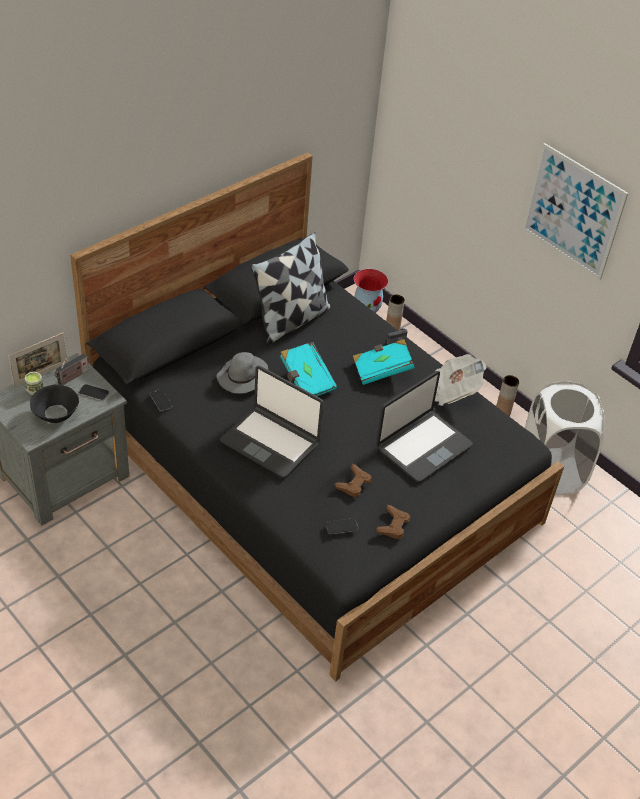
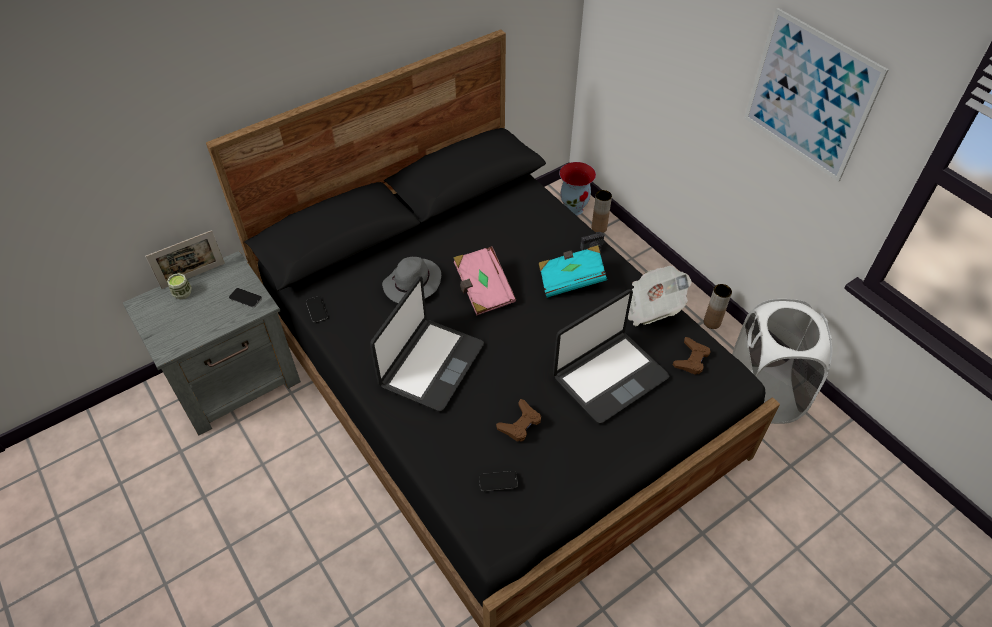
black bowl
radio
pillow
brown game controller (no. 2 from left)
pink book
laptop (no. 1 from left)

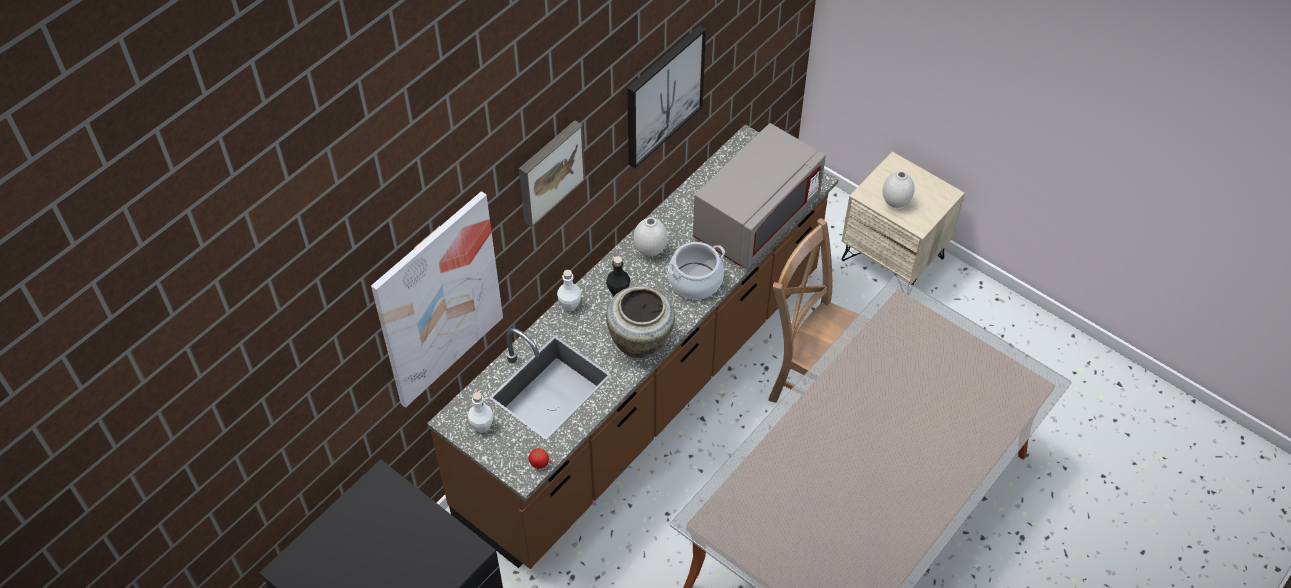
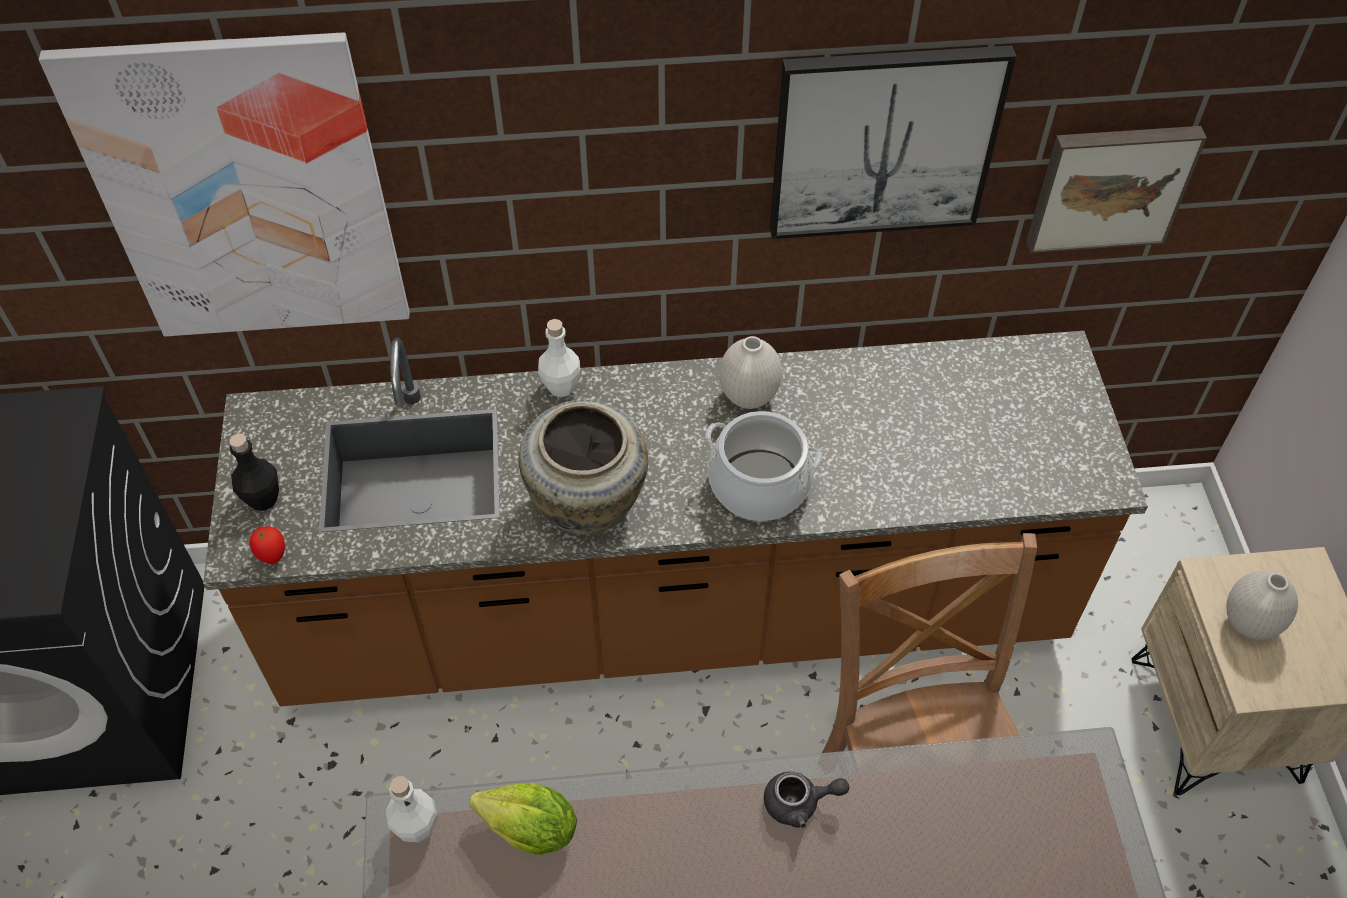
grey microwave
lettuce
grey teapot
white bottle (no. 1 from left)
picture (no. 3 from left)
black bottle

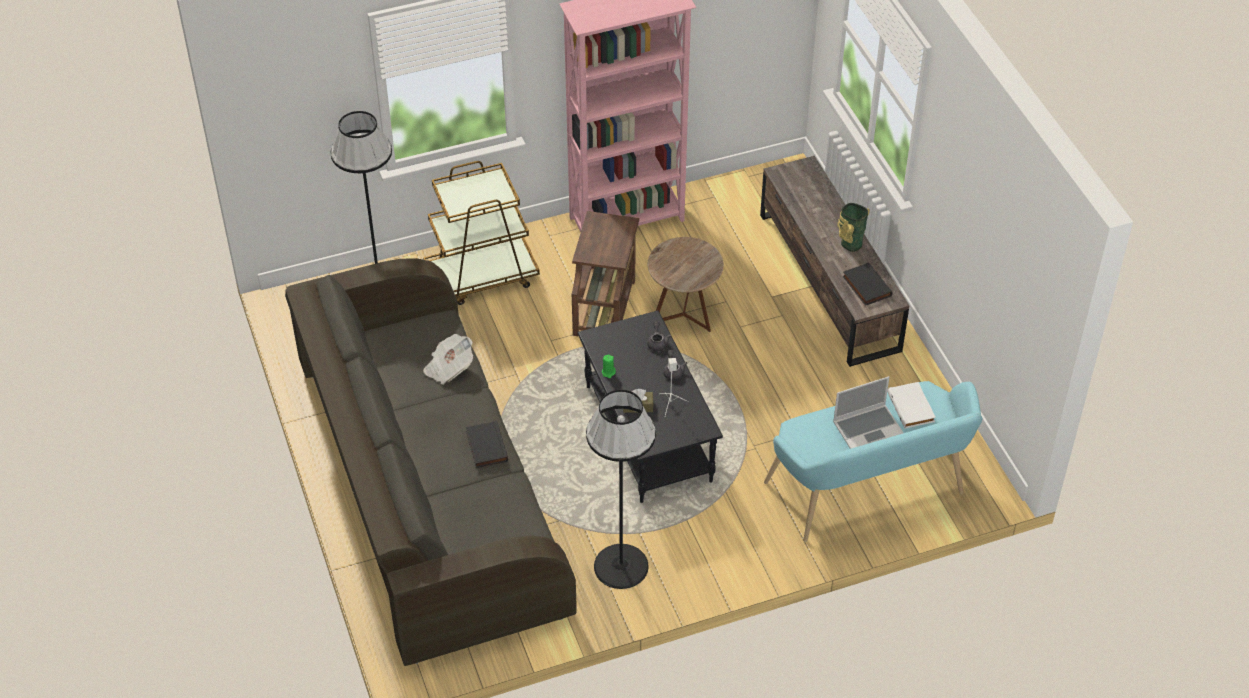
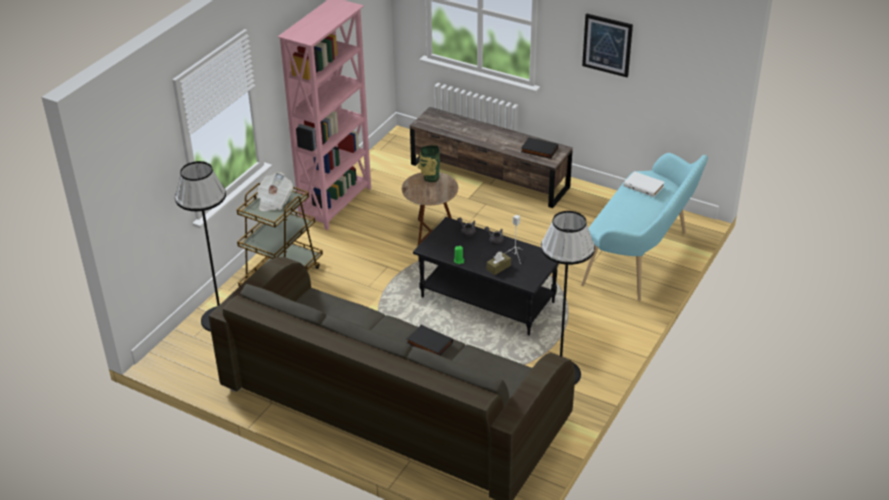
brown side table (no. 1 from left in the first image)
laptop
picture
newspaper
vase

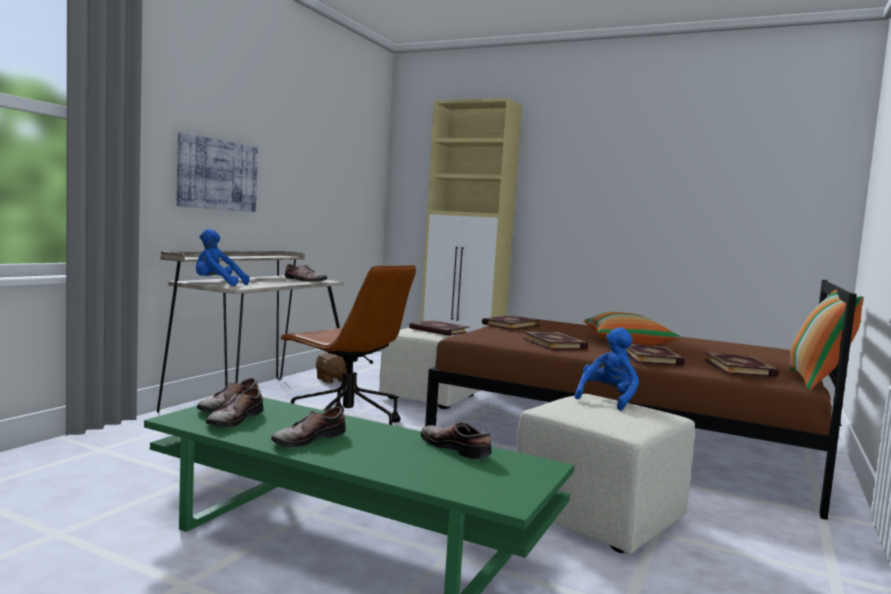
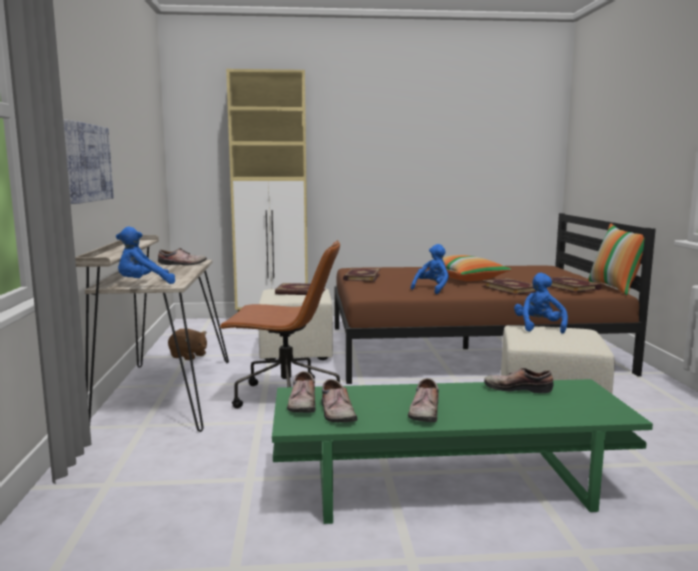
blue plush toy (no. 2 from left)

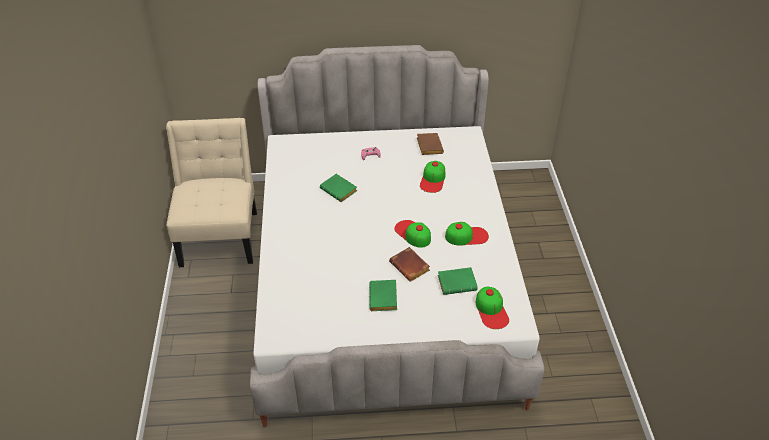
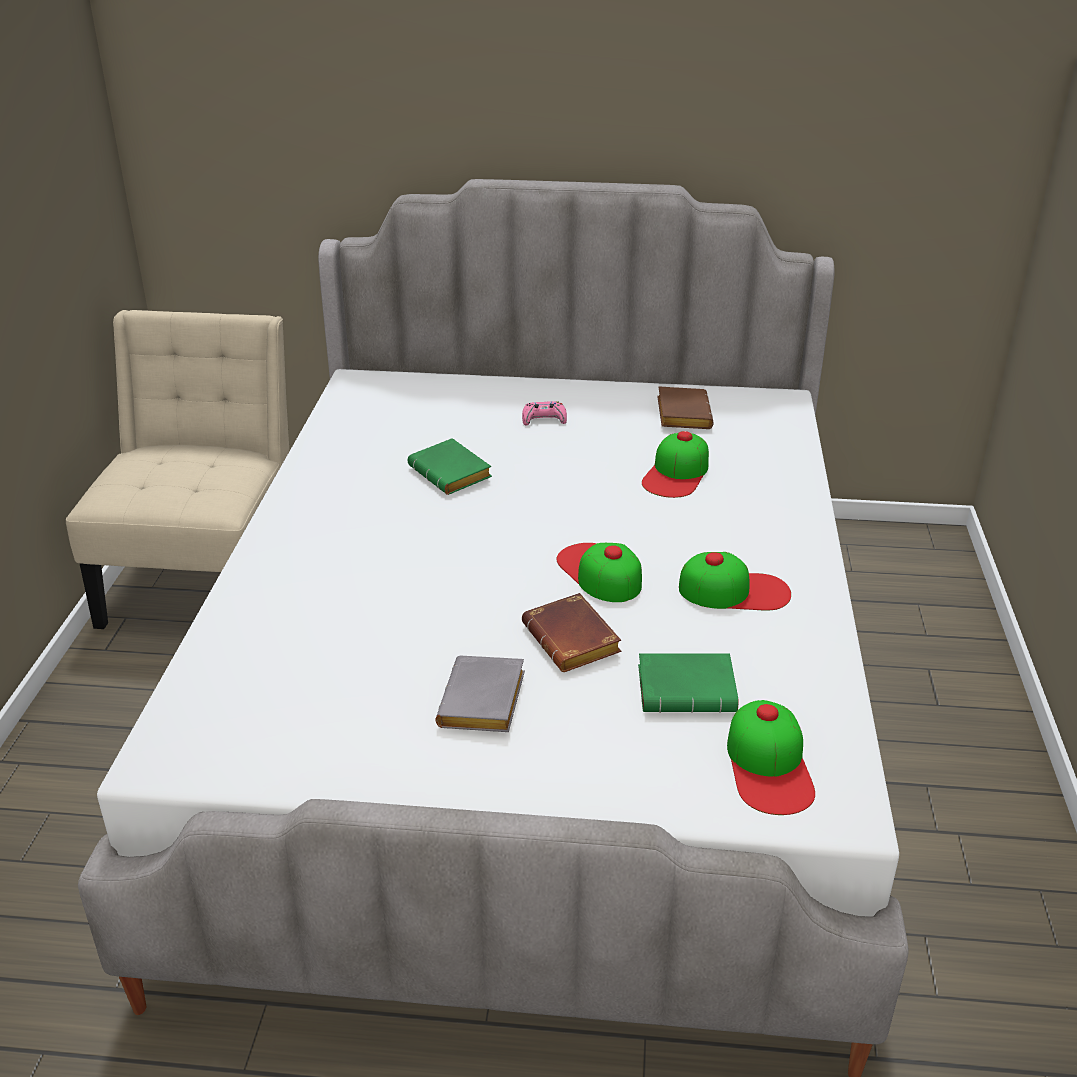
grey book

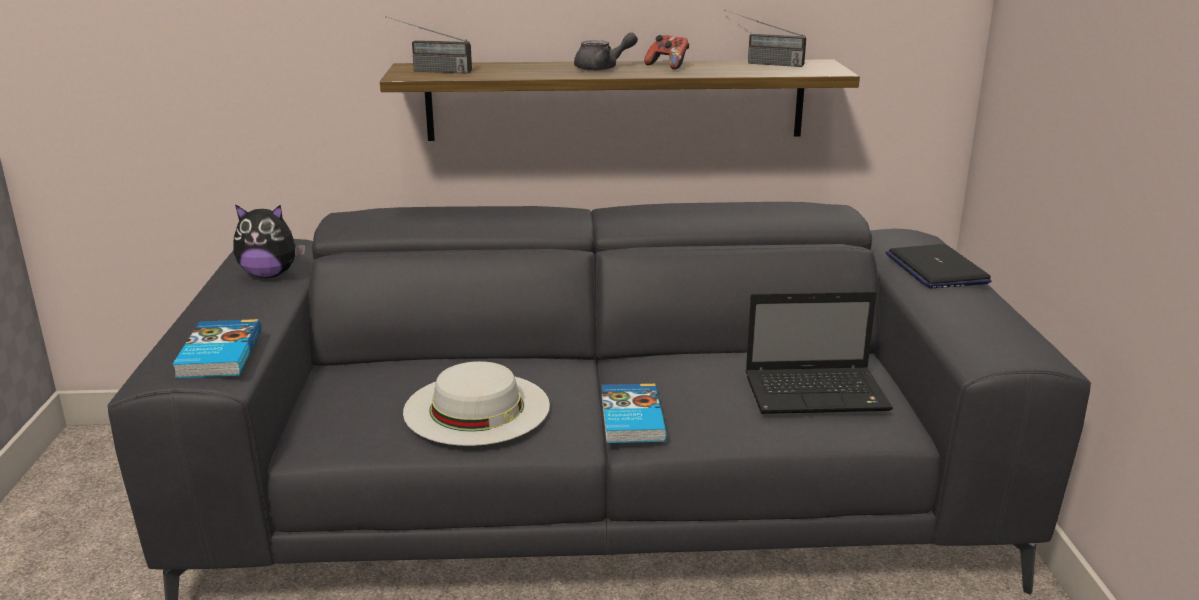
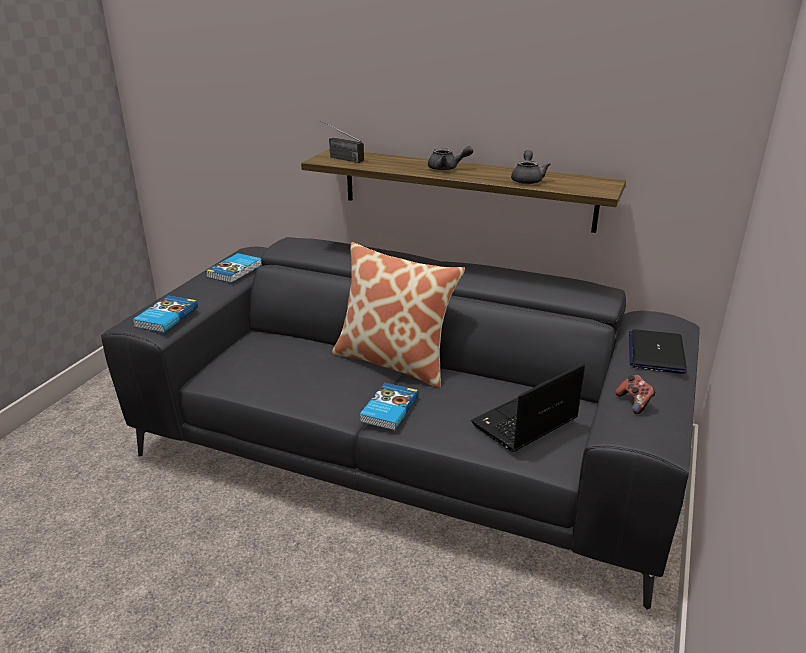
white hat
radio (no. 2 from left in the first image)
pillow
grey teapot (no. 2 from left)
game controller
book (no. 2 from left)
laptop (no. 1 from left)

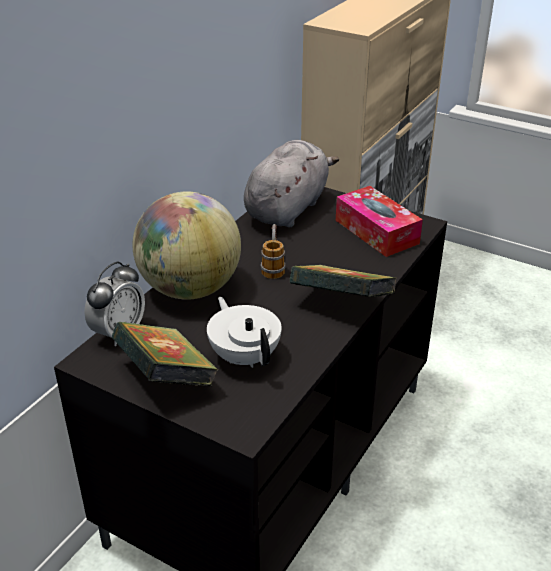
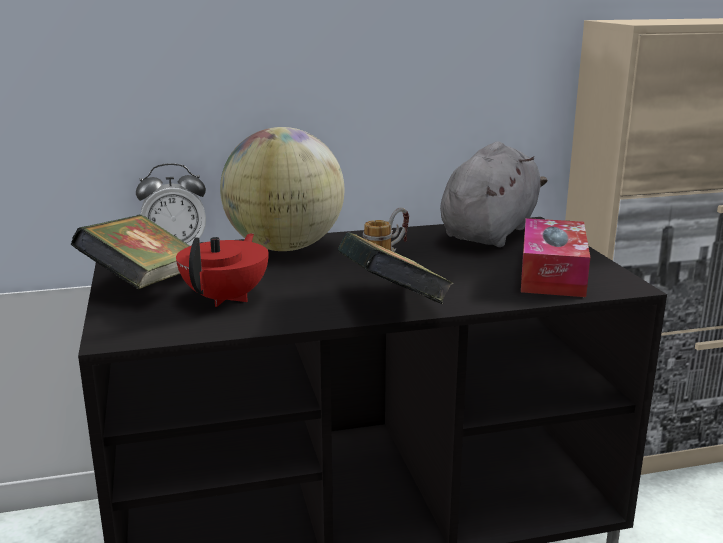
red teapot
grey plush toy

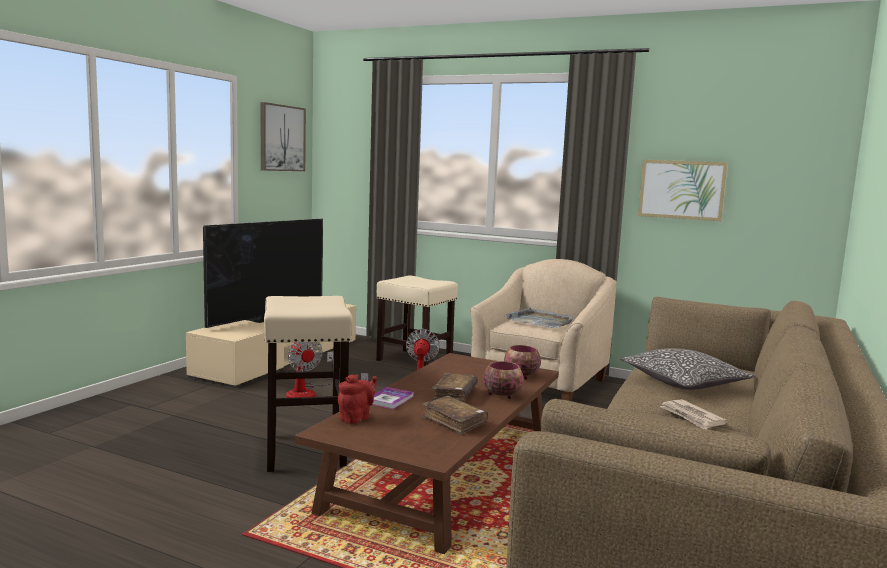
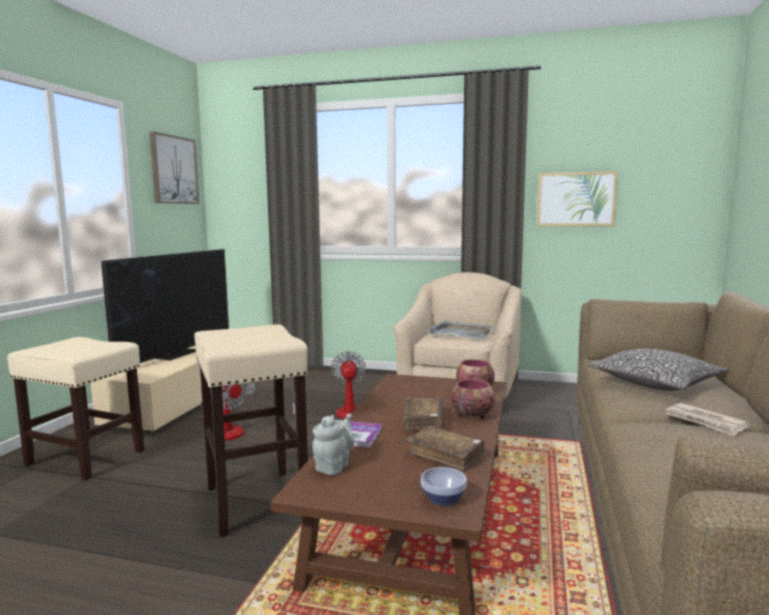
bowl (no. 1 from left)
beige stool (no. 1 from left)
grey teapot

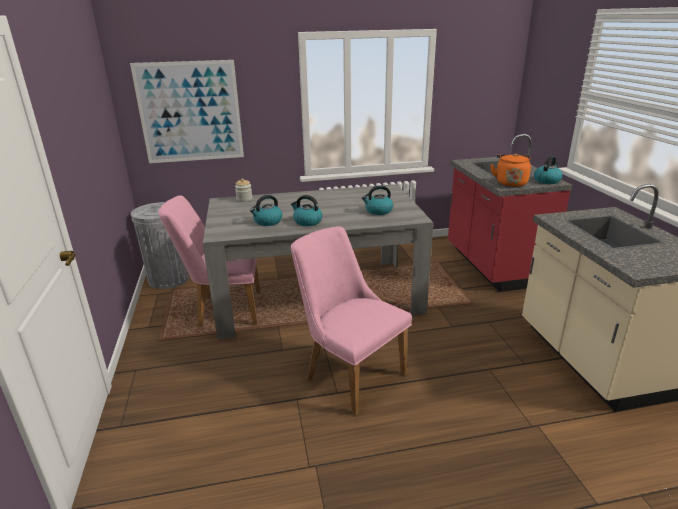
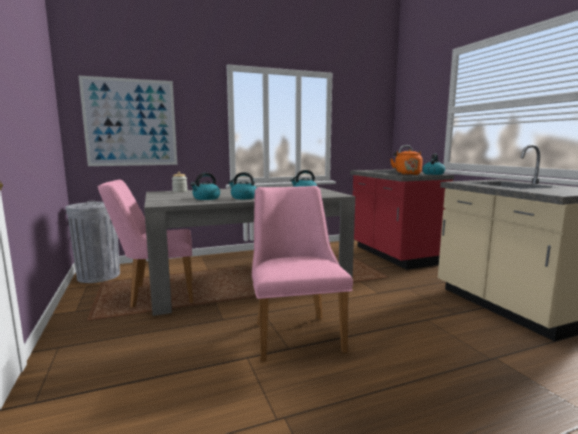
pink chair (no. 2 from left)

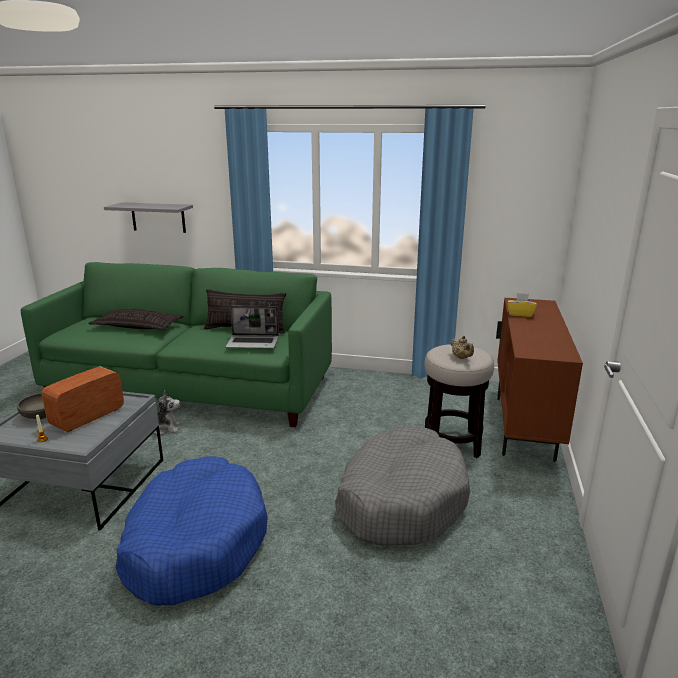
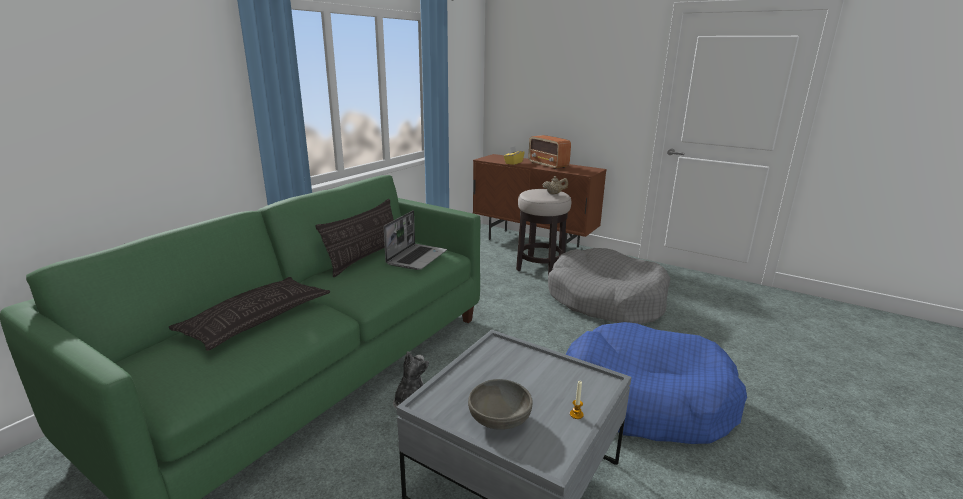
grey shelf
radio

